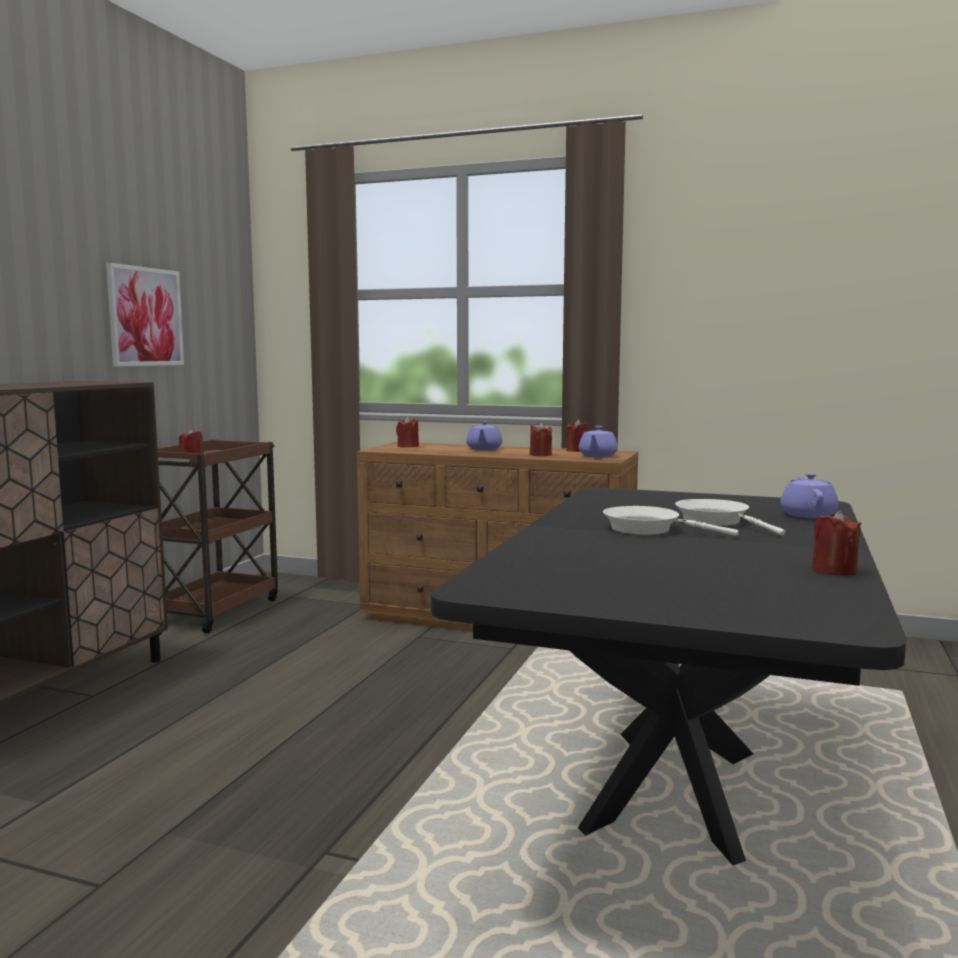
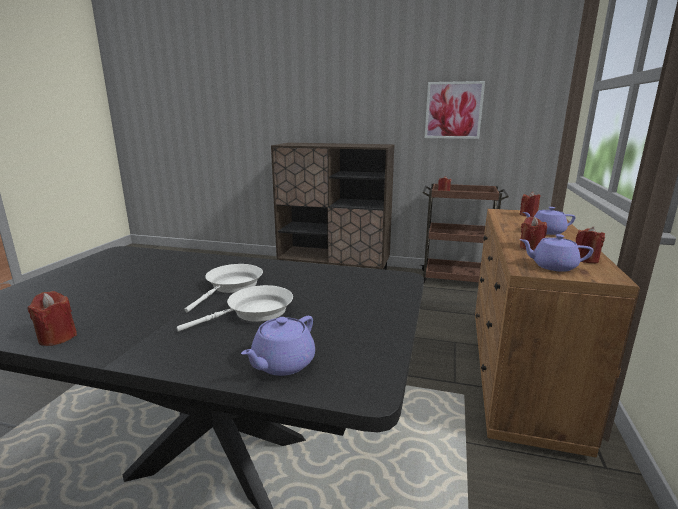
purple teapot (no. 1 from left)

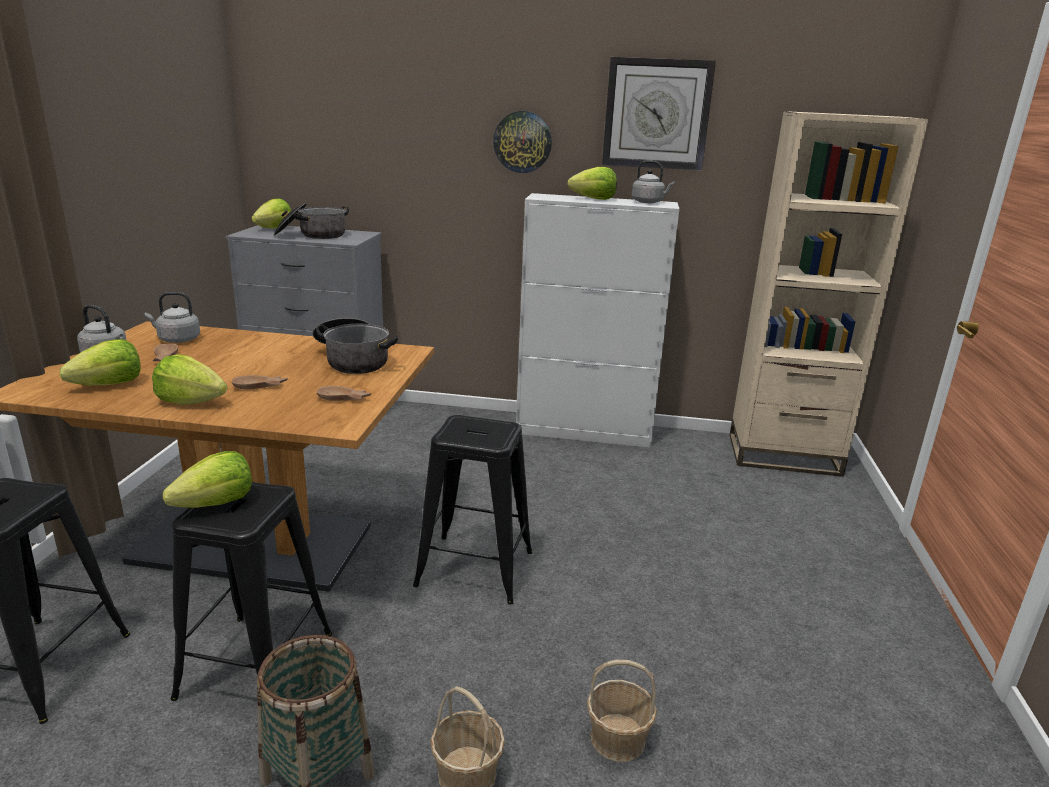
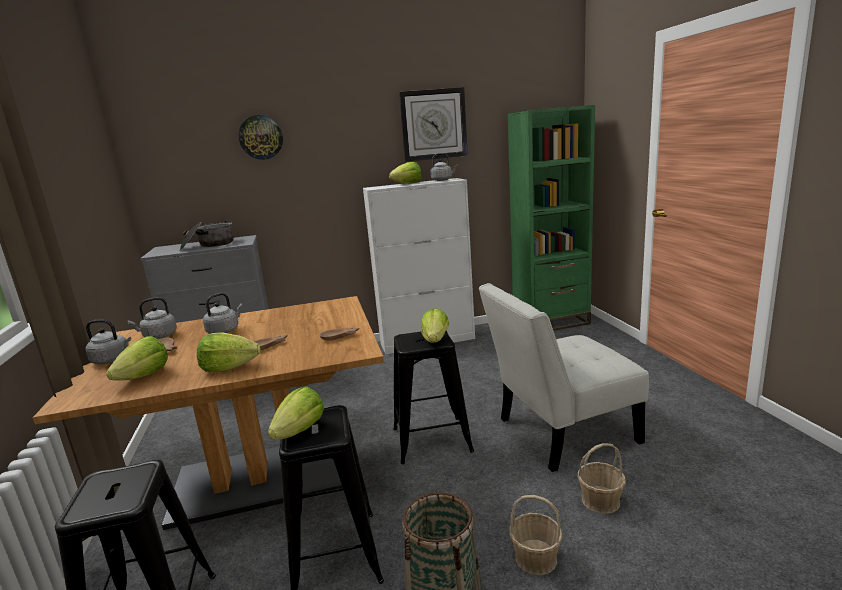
cooking pot (no. 2 from left in the first image)
grey kettle (no. 3 from left)
white chair
lettuce (no. 5 from left)
wall clock (no. 1 from left)
green bookcase

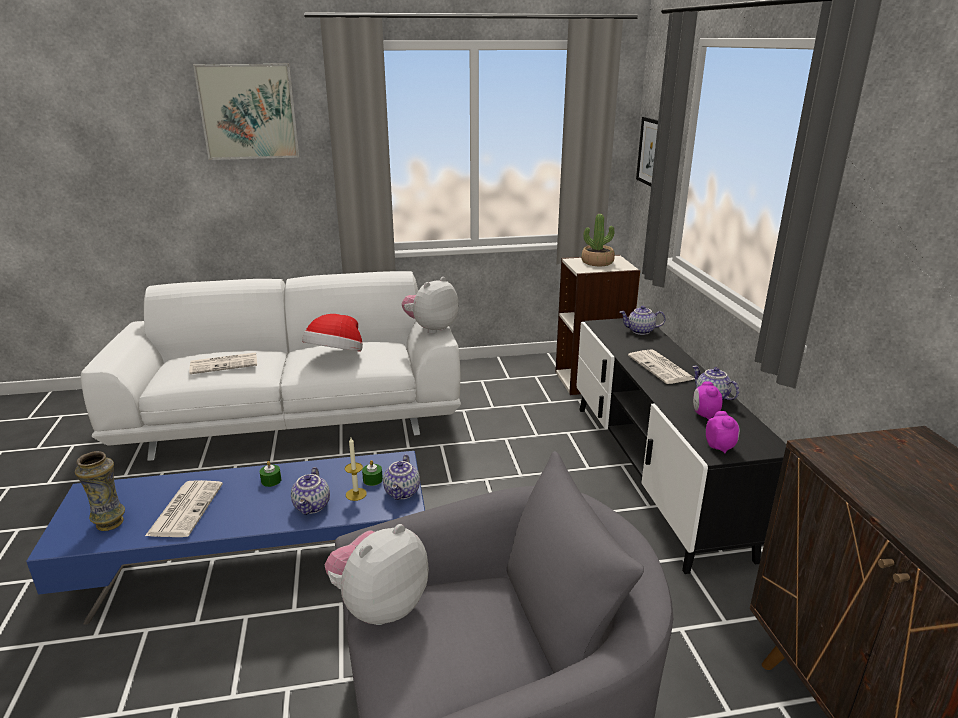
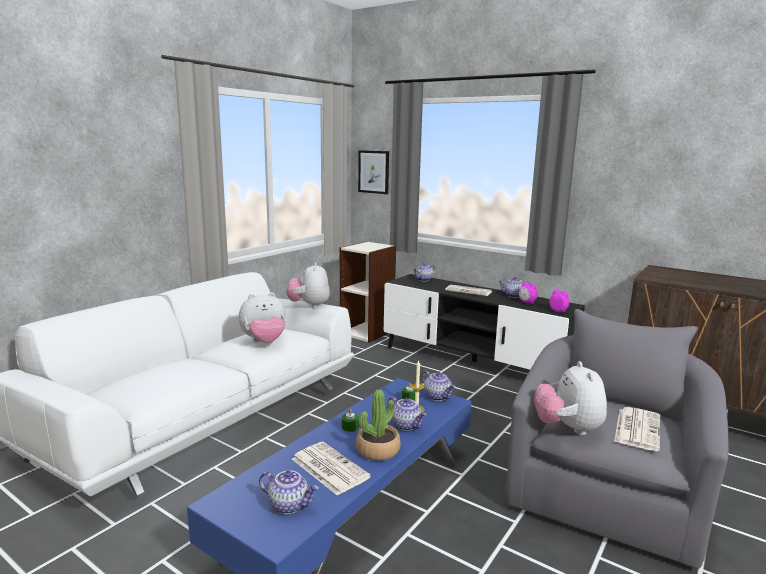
picture (no. 1 from left in the first image)
newspaper (no. 3 from left)
potted plant
teapot (no. 1 from left)
plush toy (no. 1 from left)

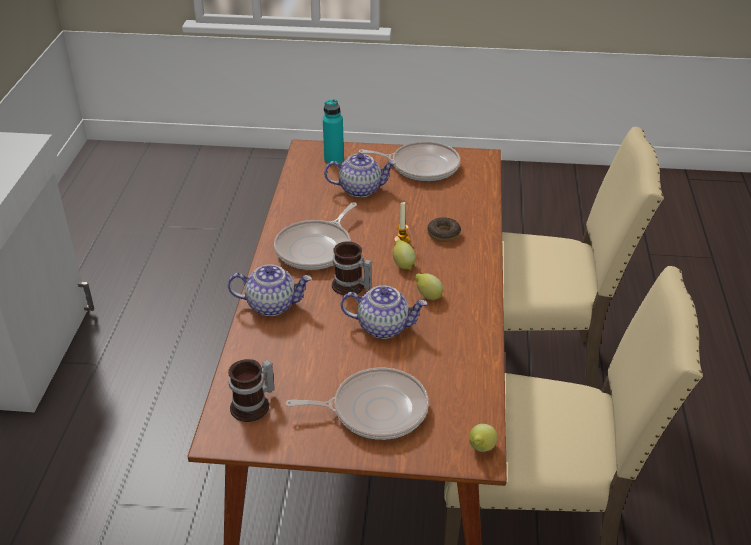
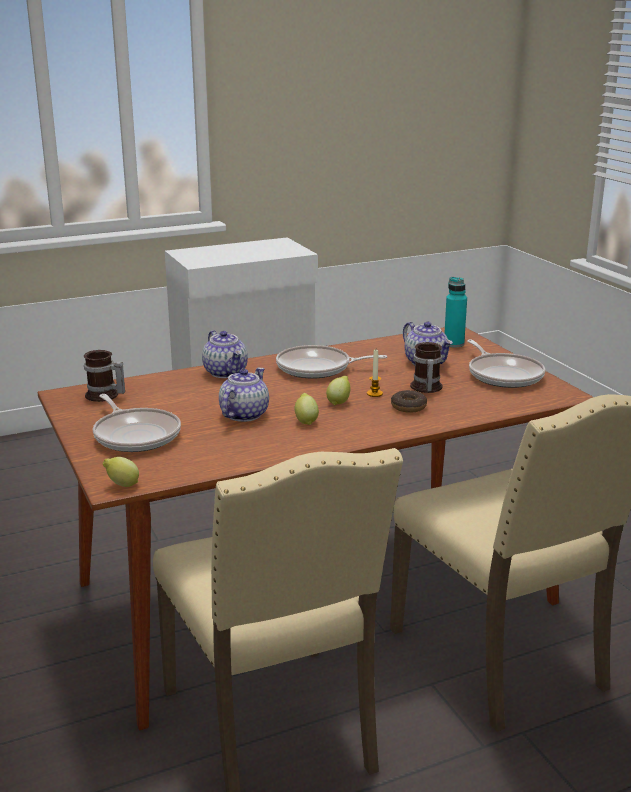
mug (no. 2 from left)
teapot (no. 2 from left)

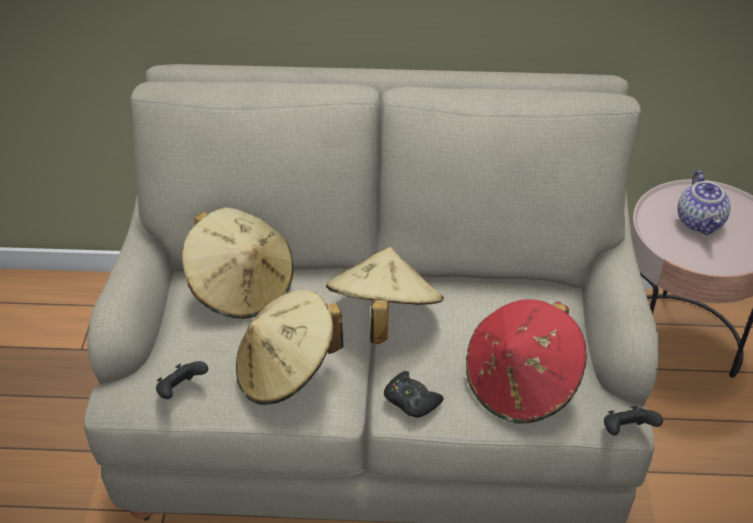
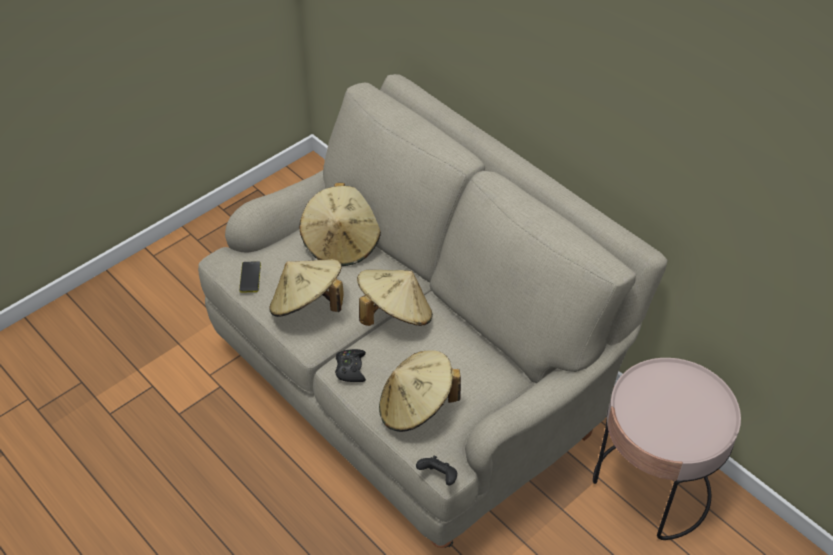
teapot
phone
beige hat (no. 4 from left)

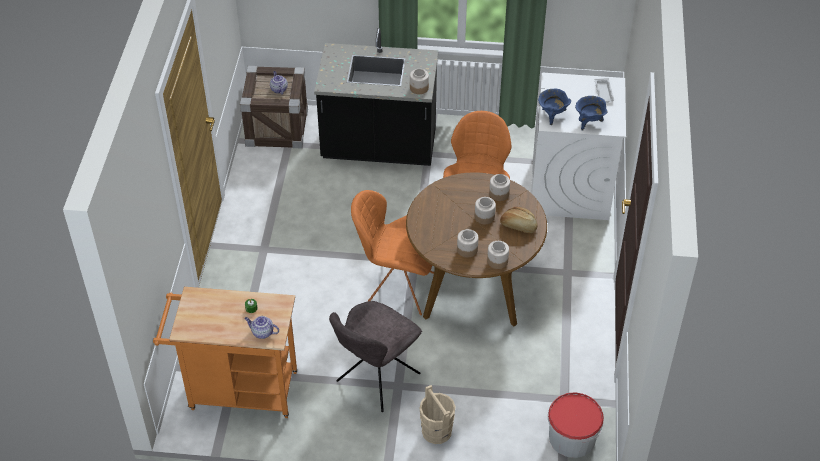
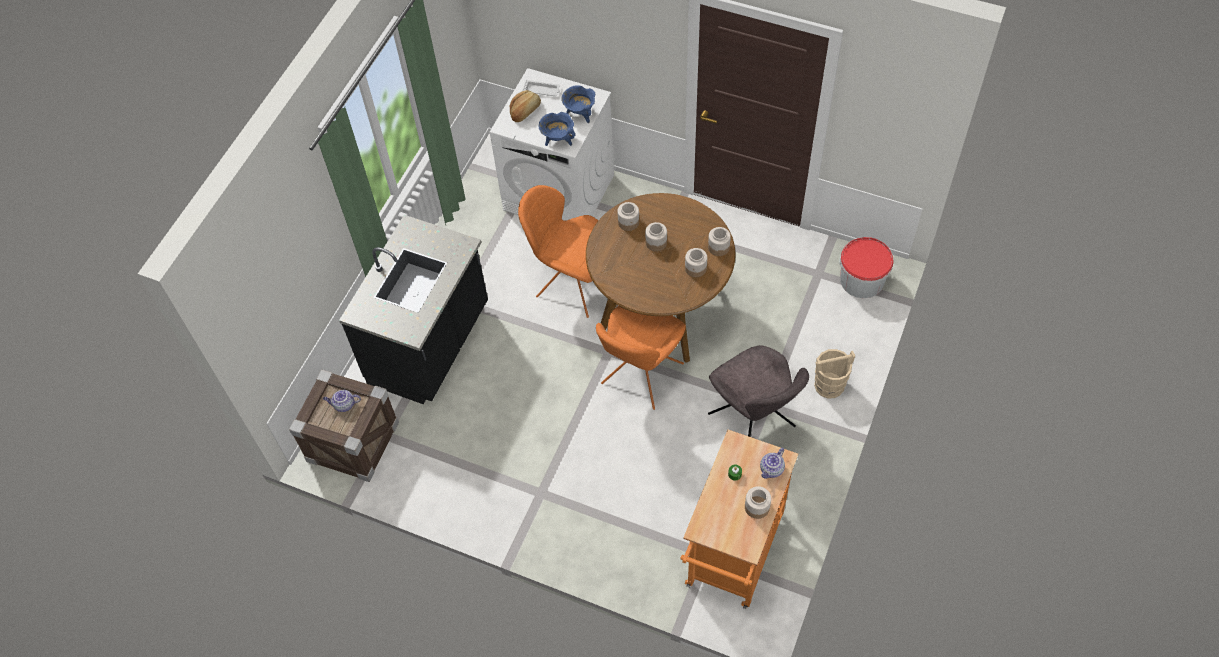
jar (no. 5 from left)
bread

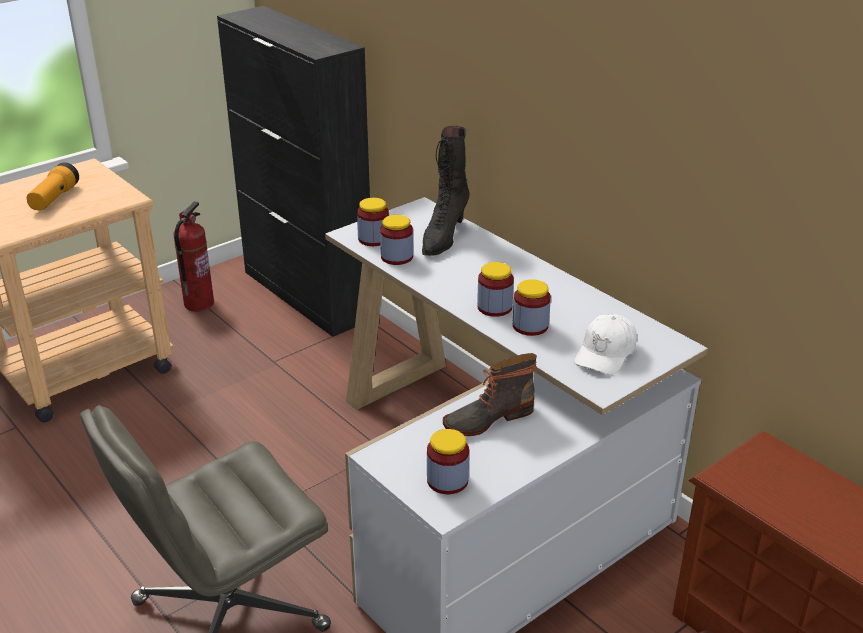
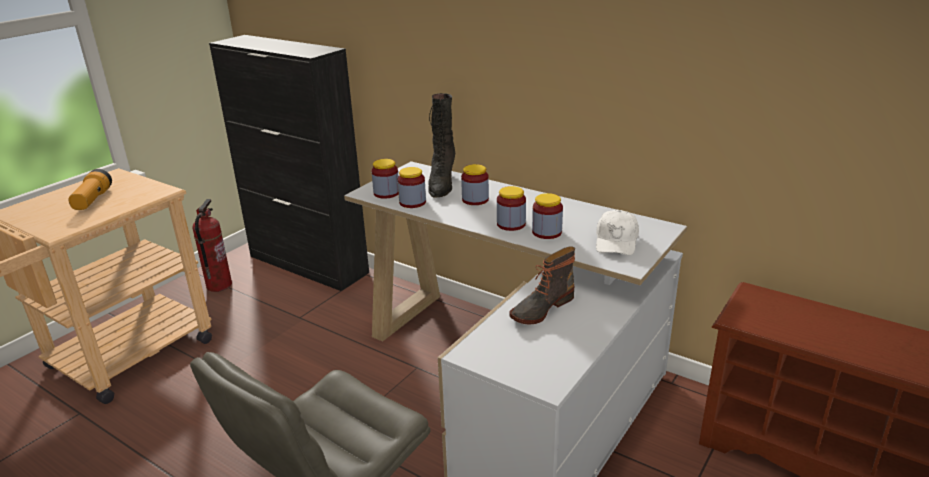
jar (no. 3 from left)

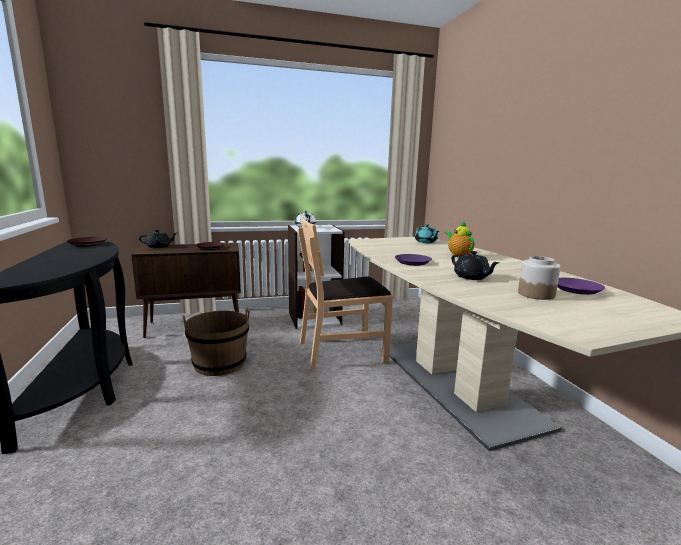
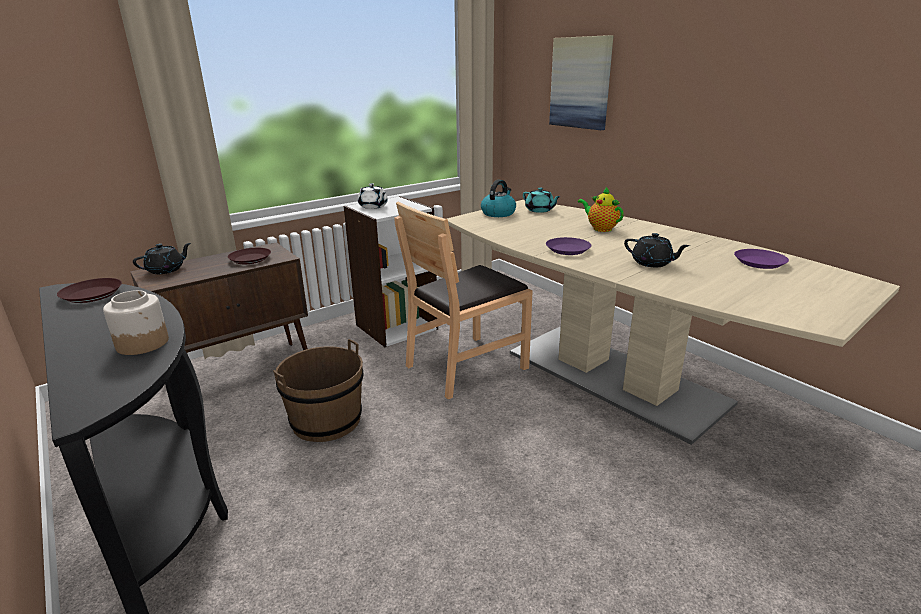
kettle
picture
jar

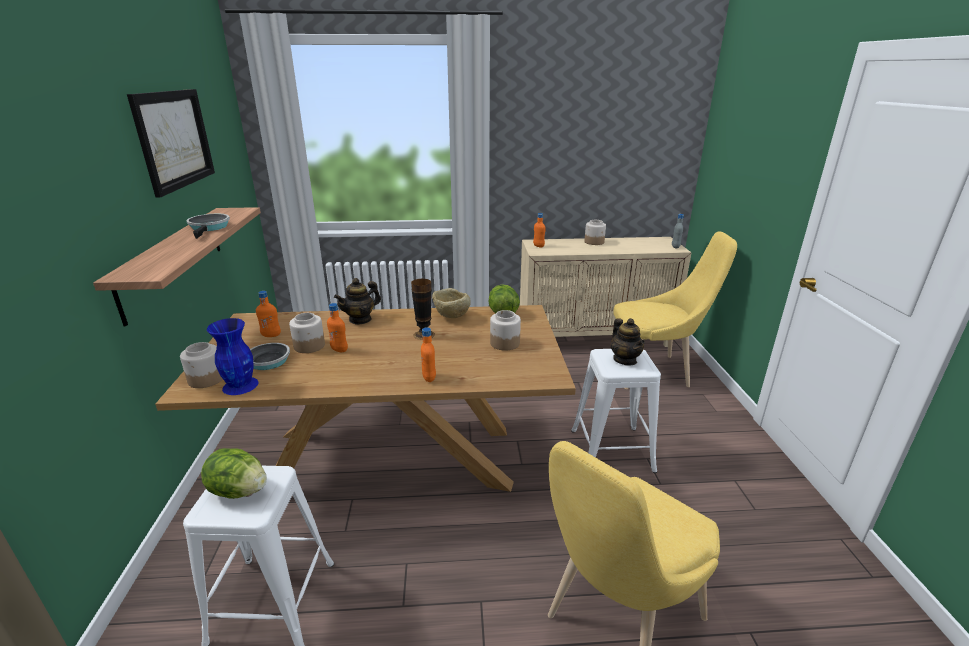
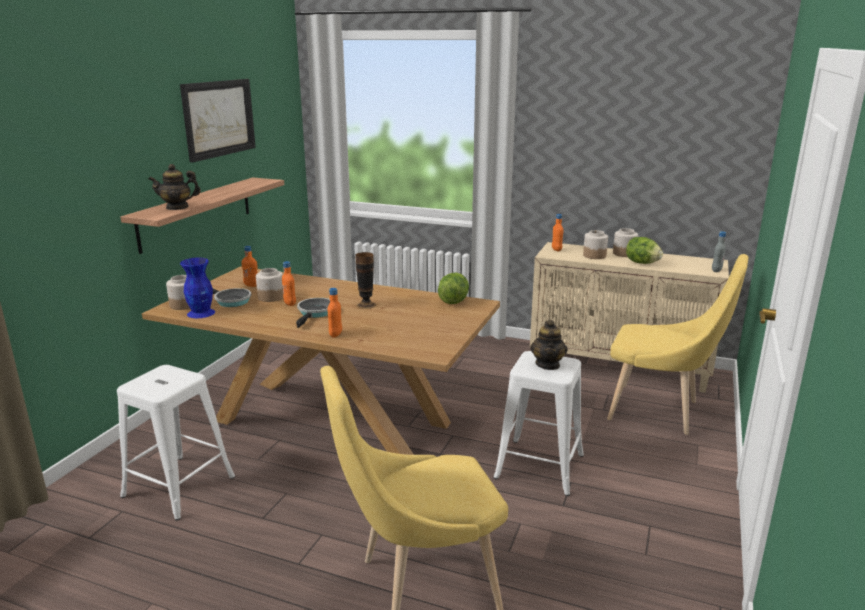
beige bowl
frying pan (no. 2 from left)
lettuce (no. 2 from left)
teapot (no. 1 from left)
jar (no. 3 from left)

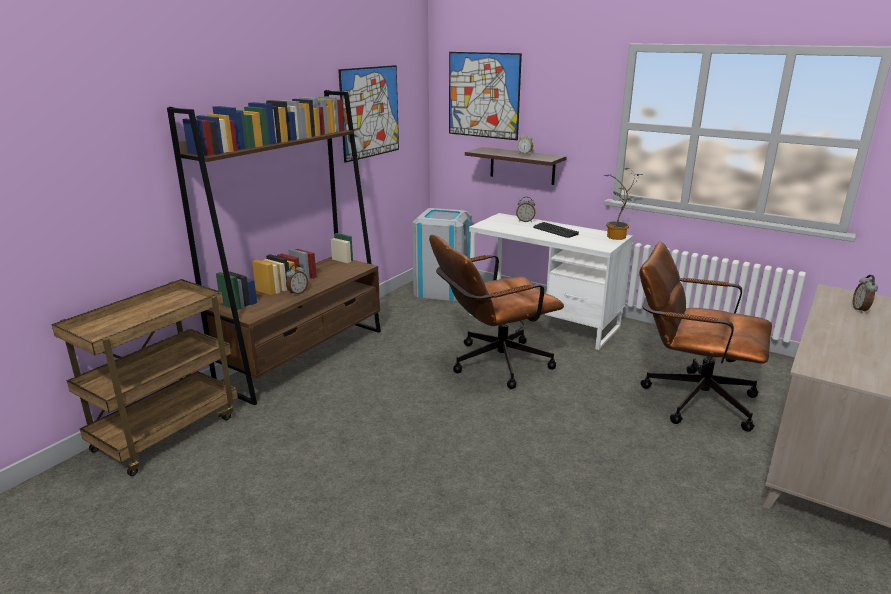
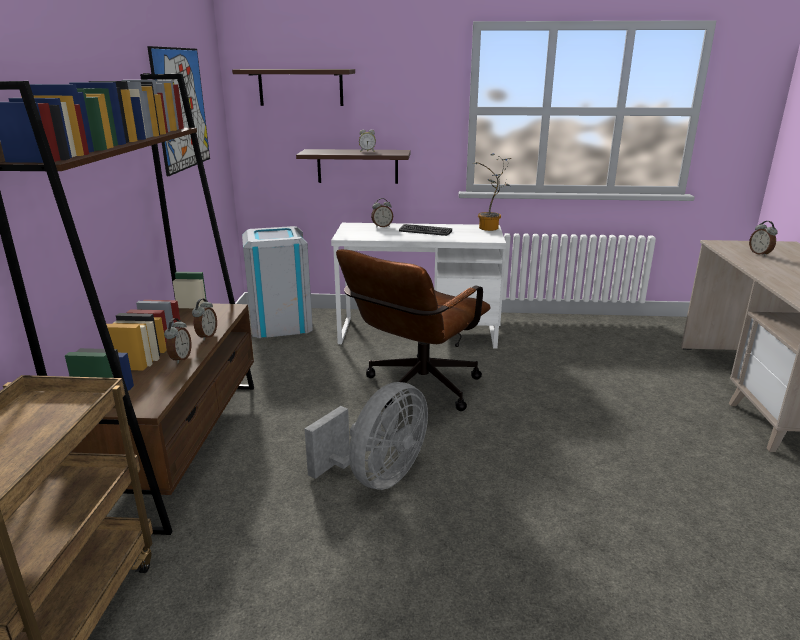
brown office chair (no. 2 from left in the first image)
alarm clock (no. 2 from left)
grey fan
shelf (no. 1 from left)

